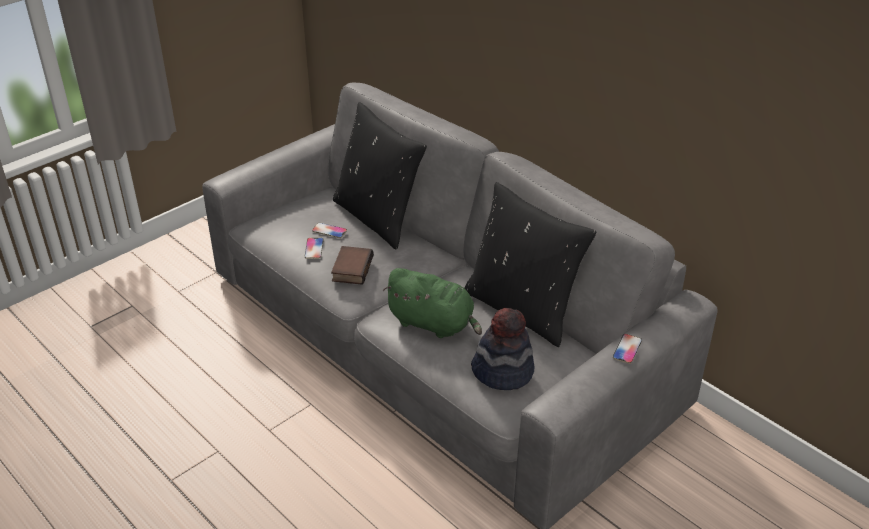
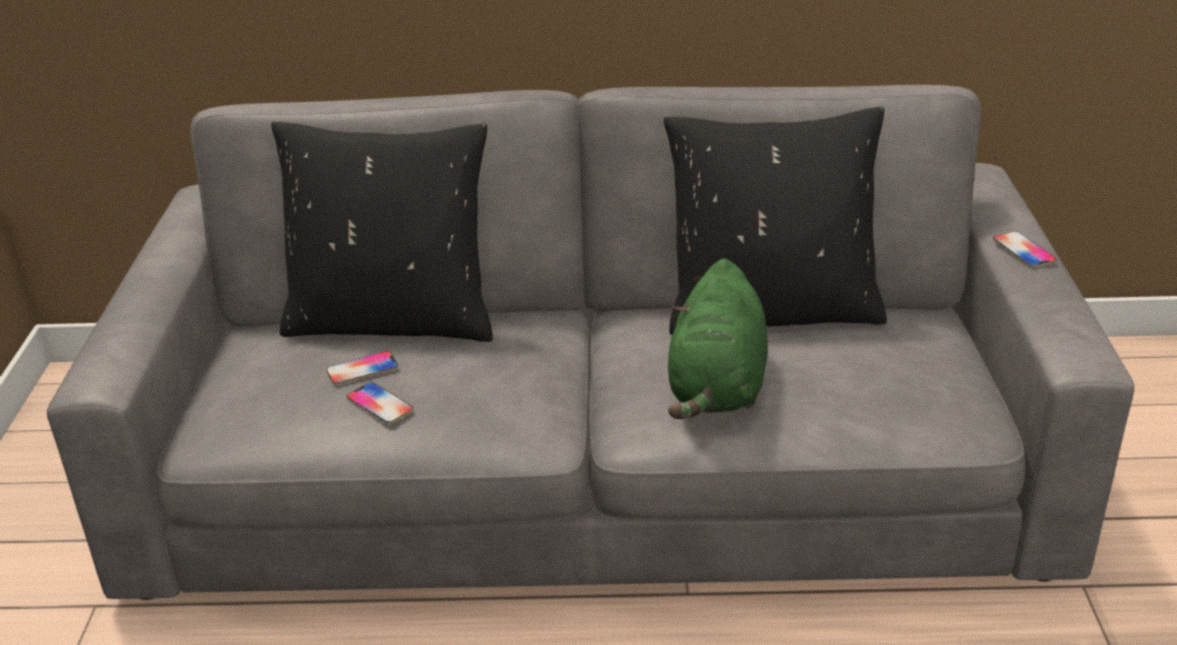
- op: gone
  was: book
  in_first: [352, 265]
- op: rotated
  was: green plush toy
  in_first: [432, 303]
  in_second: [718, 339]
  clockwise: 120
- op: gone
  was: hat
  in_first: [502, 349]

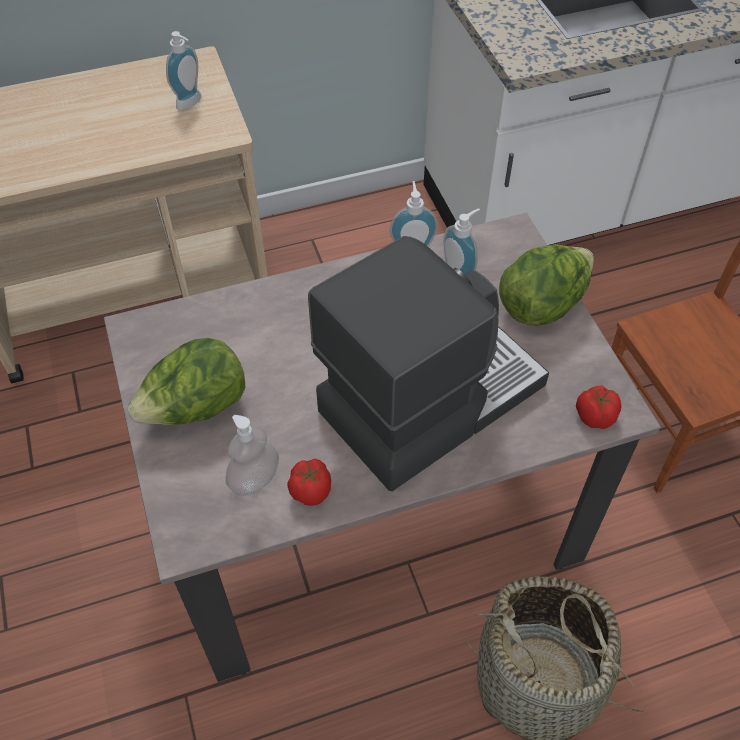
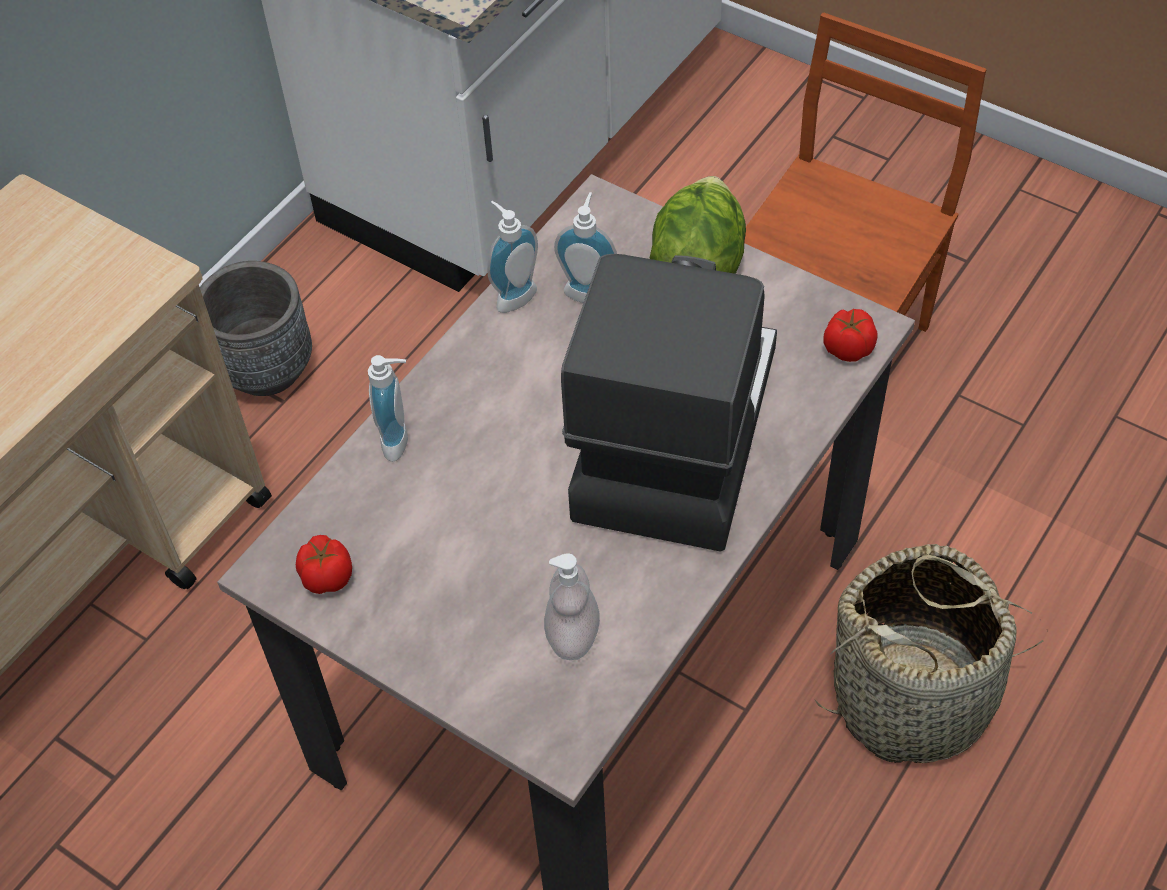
- op: gone
  was: lettuce
  in_first: [186, 381]
- op: shifted
  was: soap dispenser
  in_first: [183, 70]
  in_second: [388, 408]
- op: shifted
  was: tomato
  in_first: [309, 482]
  in_second: [324, 564]
- op: new
  now: grey planter
  in_second: [256, 328]

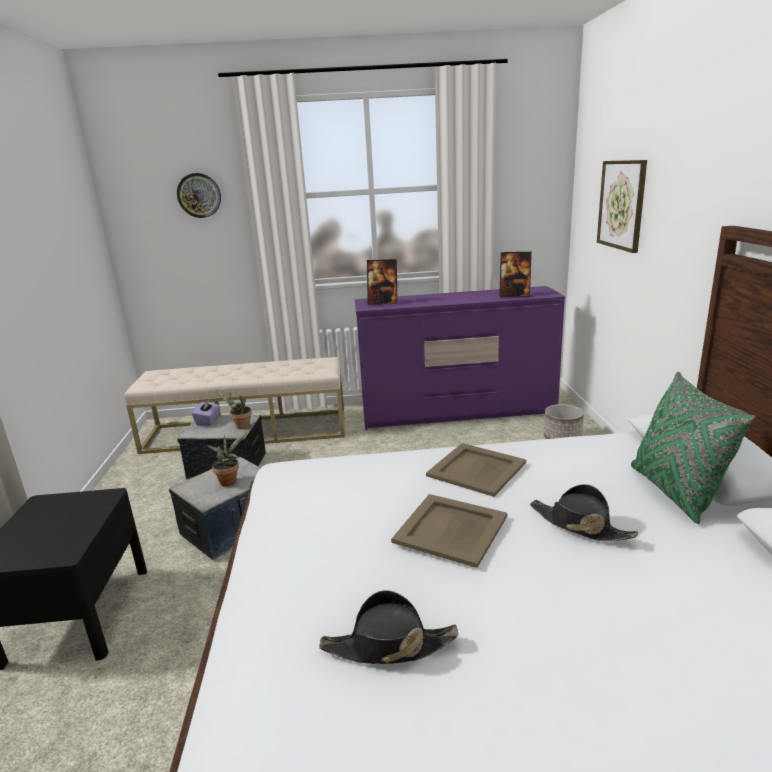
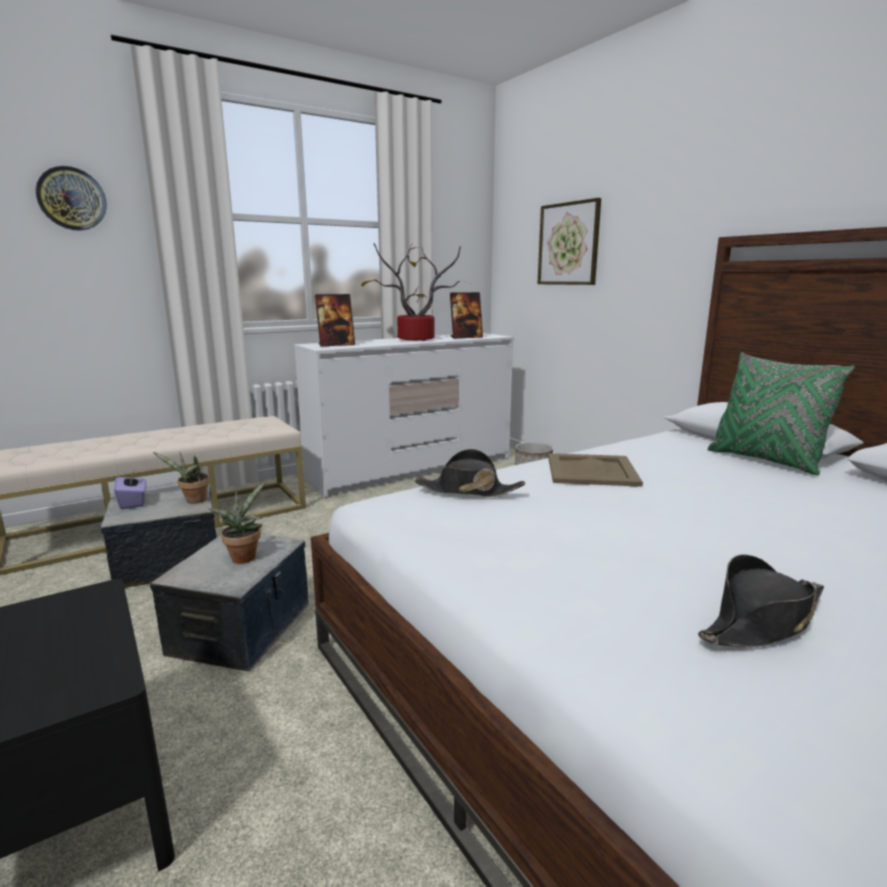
- op: repainted
  was: purple dresser
  now: white dresser
  in_first: [460, 358]
  in_second: [404, 415]
- op: gone
  was: beige tray
  in_first: [449, 531]
- op: shifted
  was: black hat
  in_first: [584, 513]
  in_second: [469, 473]
- op: new
  now: potted plant
  in_second: [415, 292]

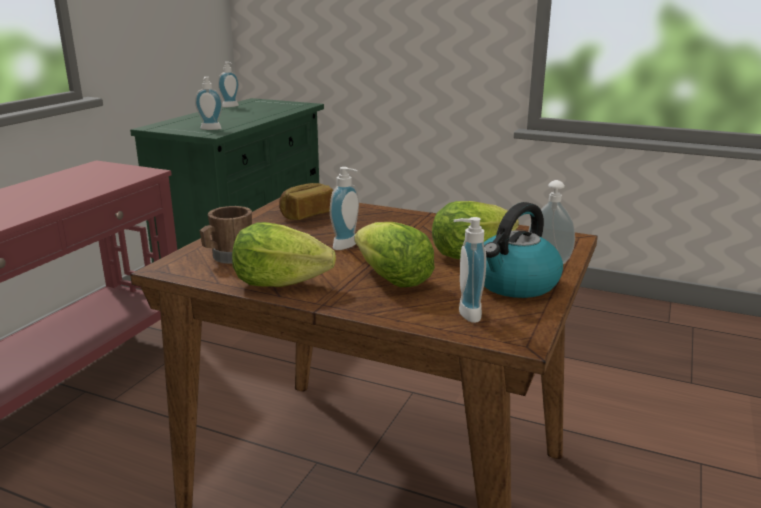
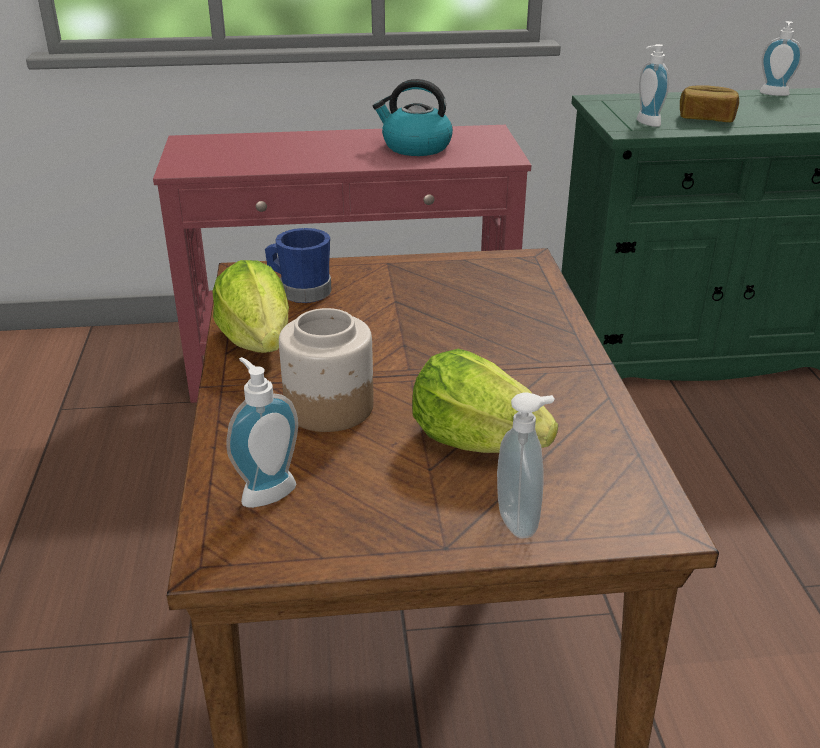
- op: repainted
  was: brown mug
  now: blue mug
  in_first: [226, 235]
  in_second: [298, 265]
- op: shifted
  was: bread
  in_first: [306, 201]
  in_second: [709, 103]
- op: gone
  was: soap dispenser
  in_first: [344, 208]
- op: swapped
  was: lettuce
  now: jar
  in_first: [395, 255]
  in_second: [326, 370]
- op: shifted
  was: kettle
  in_first: [523, 250]
  in_second: [413, 117]

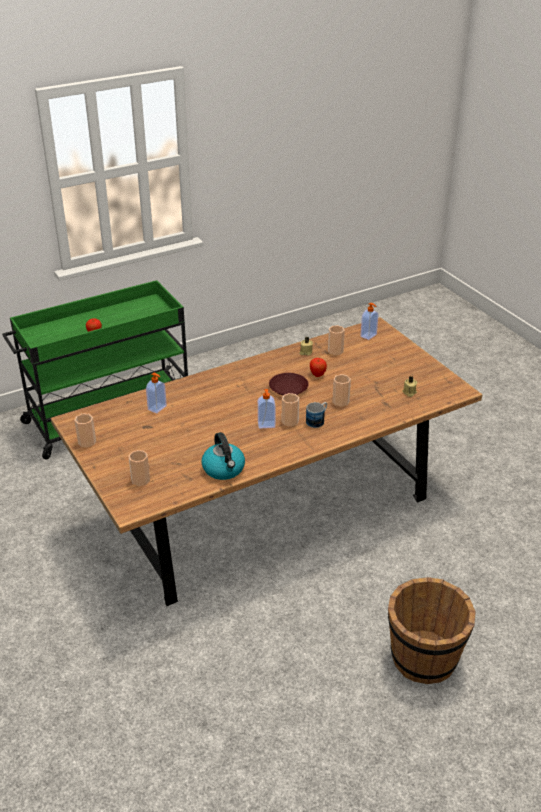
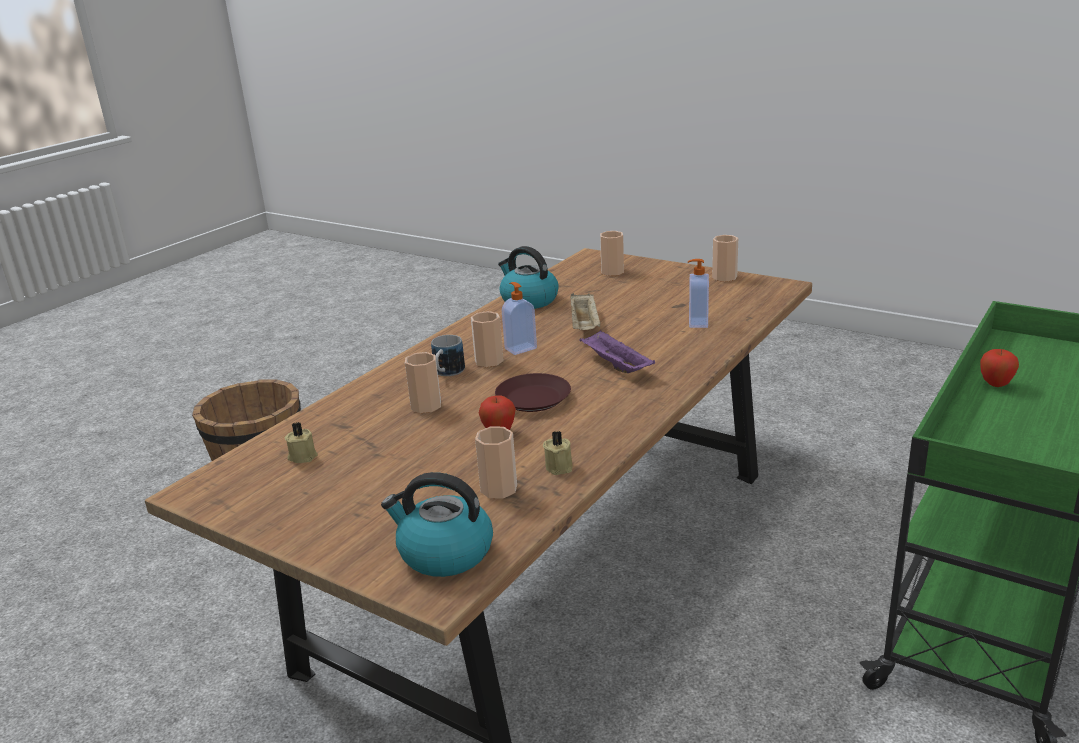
- op: swapped
  was: soap dispenser
  now: kettle
  in_first: [369, 321]
  in_second: [437, 524]
- op: new
  now: beige tray
  in_second: [585, 311]
- op: new
  now: purple tray
  in_second: [617, 351]

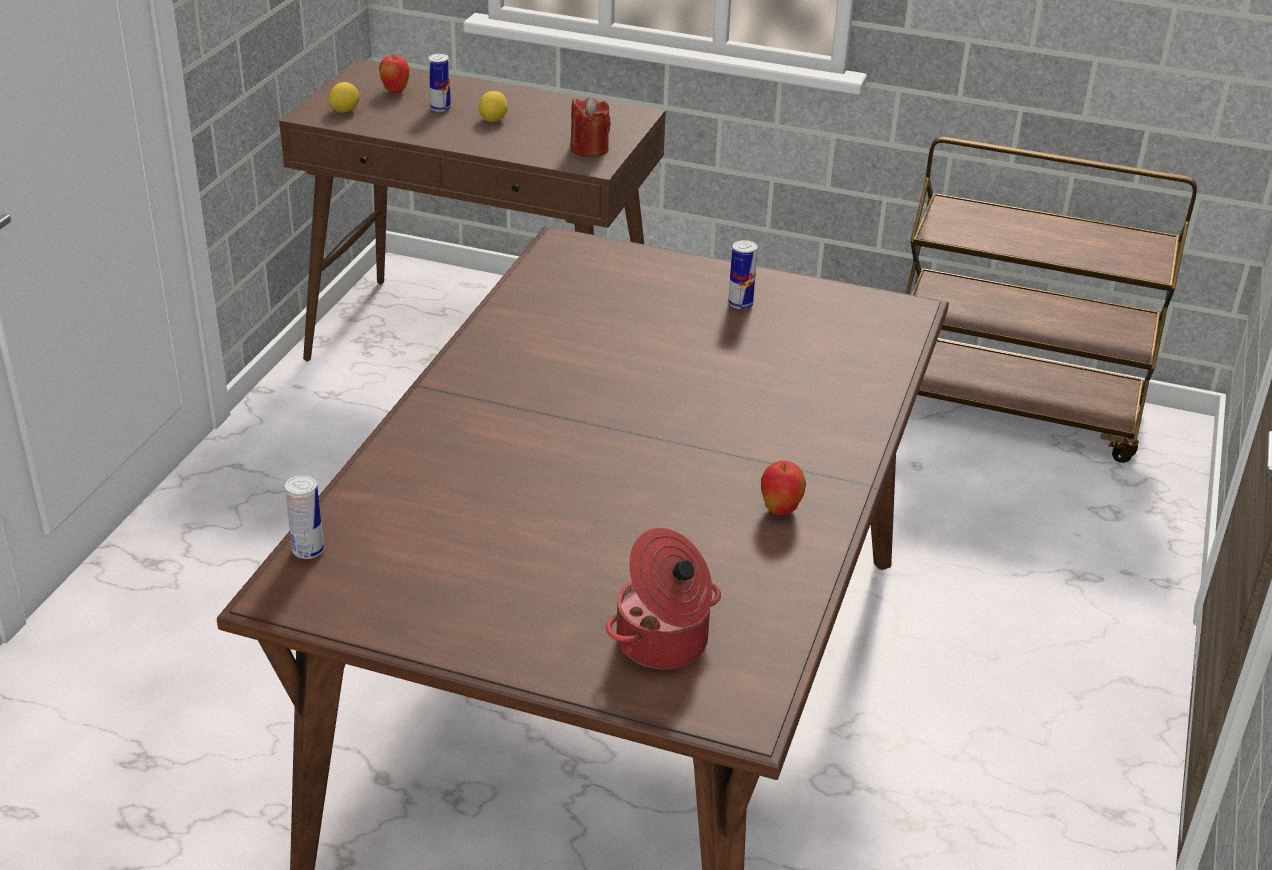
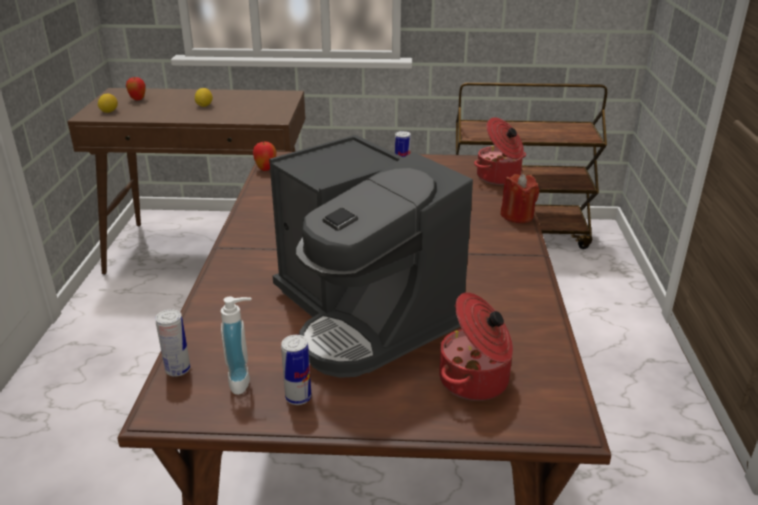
- op: shifted
  was: can
  in_first: [439, 83]
  in_second: [296, 370]
- op: shifted
  was: red candle
  in_first: [590, 127]
  in_second: [520, 198]
- op: shifted
  was: apple
  in_first: [783, 488]
  in_second: [264, 156]
- op: new
  now: soap dispenser
  in_second: [236, 345]
- op: new
  now: coffee machine
  in_second: [371, 256]
- op: new
  now: cooking pot
  in_second: [500, 151]

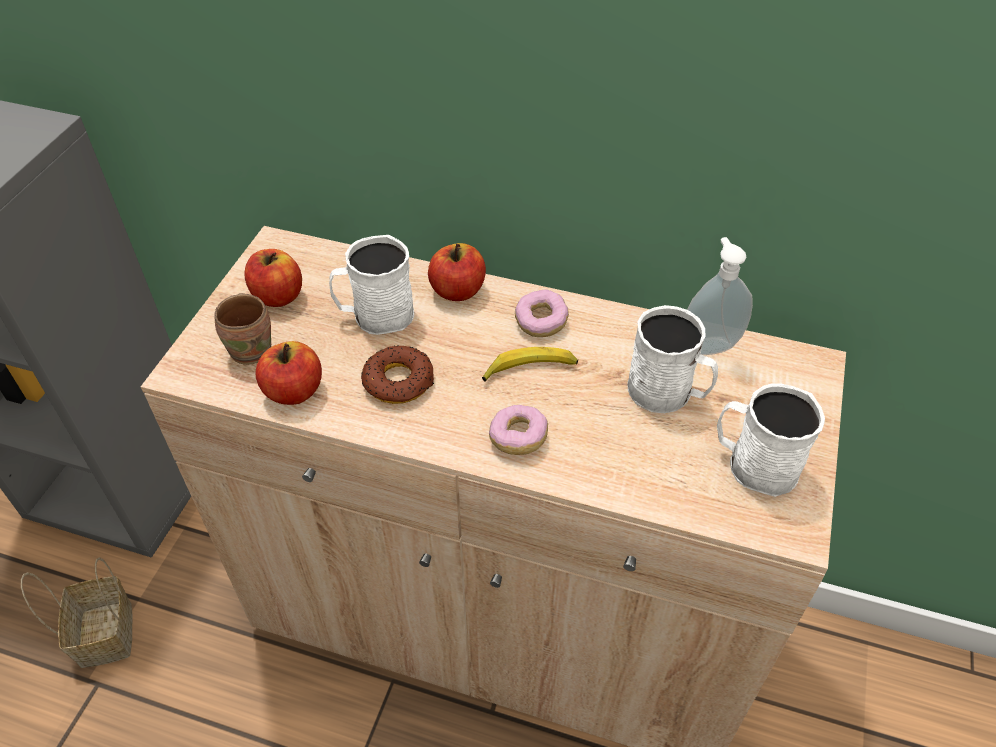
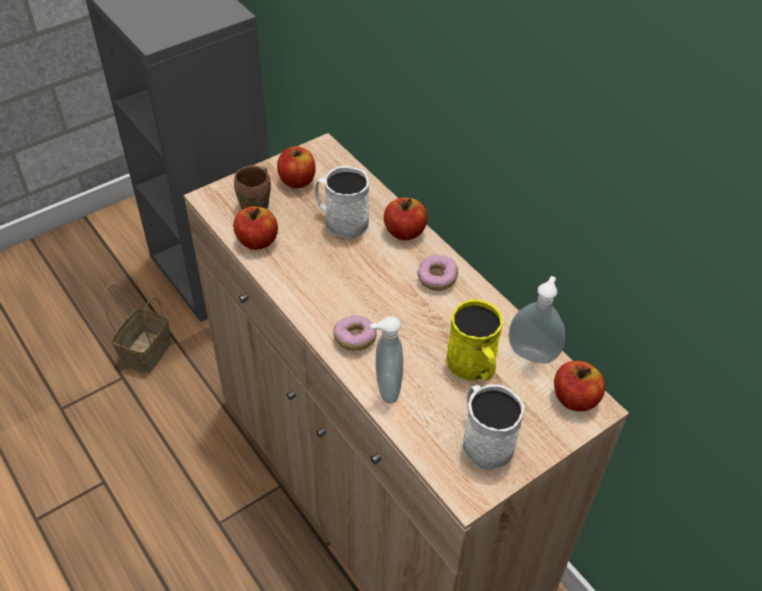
- op: gone
  was: donut
  in_first: [397, 374]
- op: gone
  was: banana
  in_first: [530, 364]
- op: repainted
  was: white mug
  now: yellow mug
  in_first: [672, 359]
  in_second: [474, 340]
- op: new
  now: soap dispenser
  in_second: [386, 360]
- op: new
  now: apple
  in_second: [579, 386]

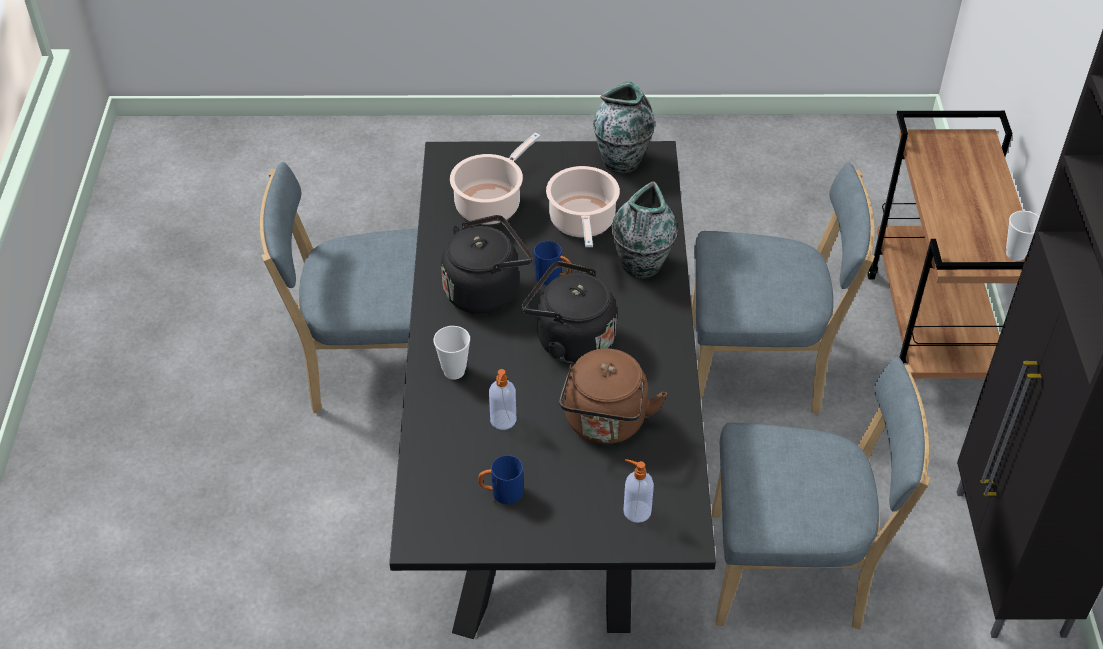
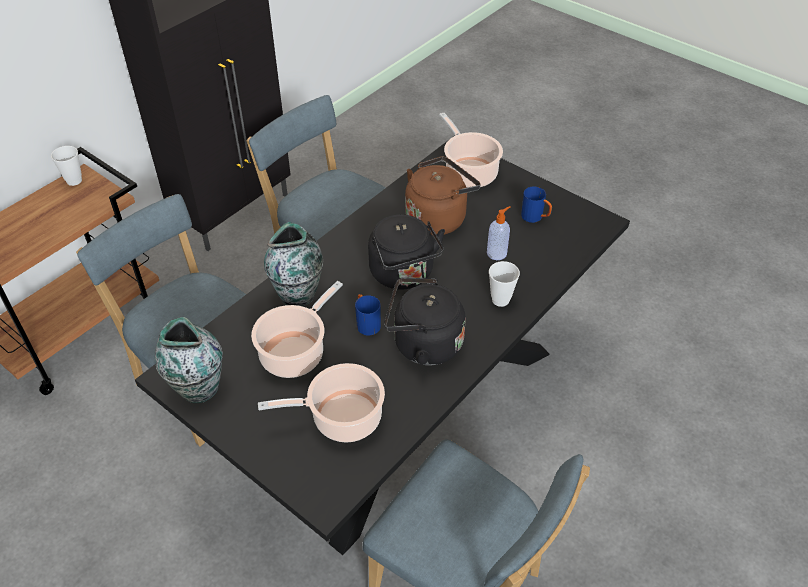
- op: swapped
  was: soap dispenser
  now: cooking pot
  in_first: [638, 491]
  in_second: [471, 150]

